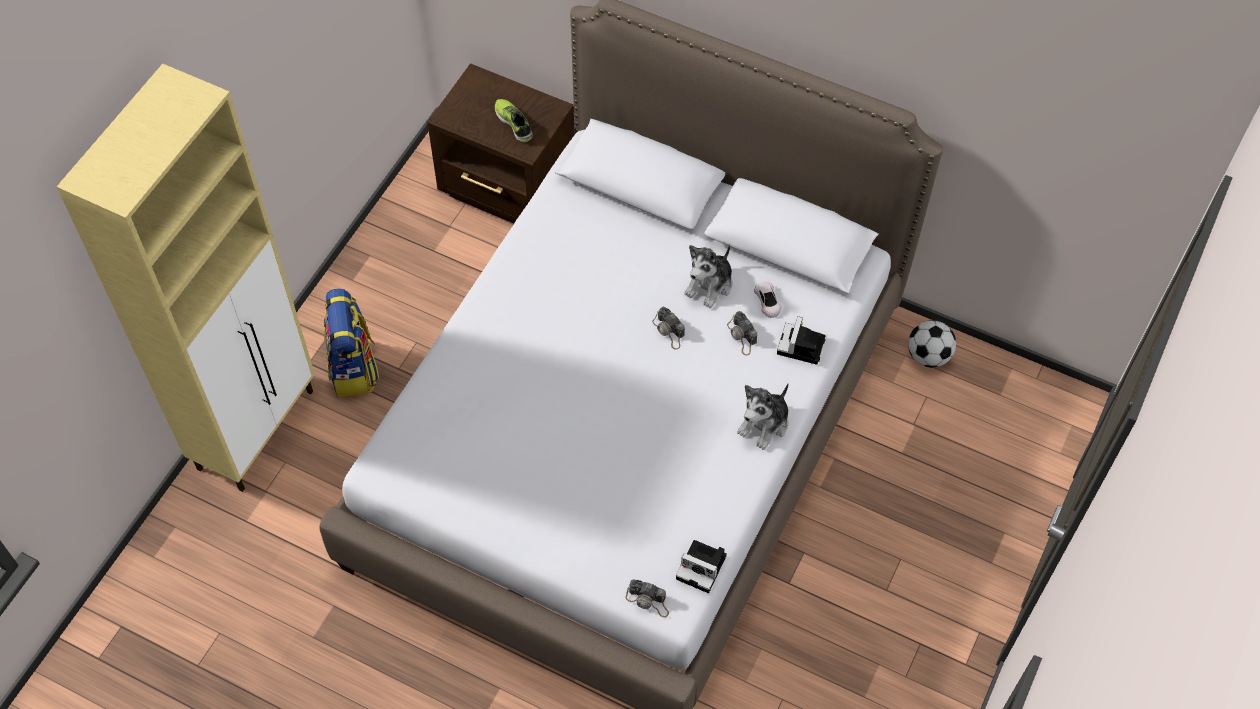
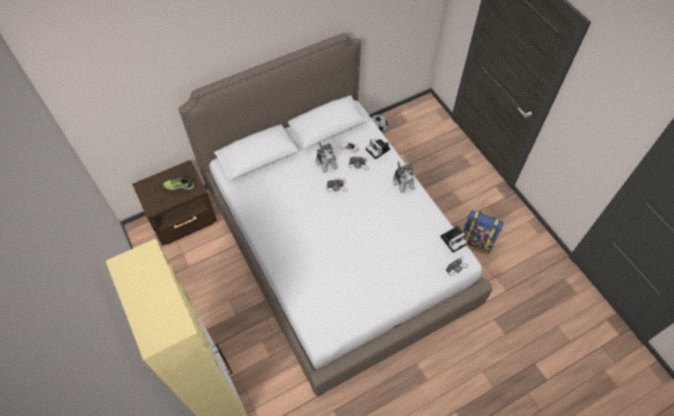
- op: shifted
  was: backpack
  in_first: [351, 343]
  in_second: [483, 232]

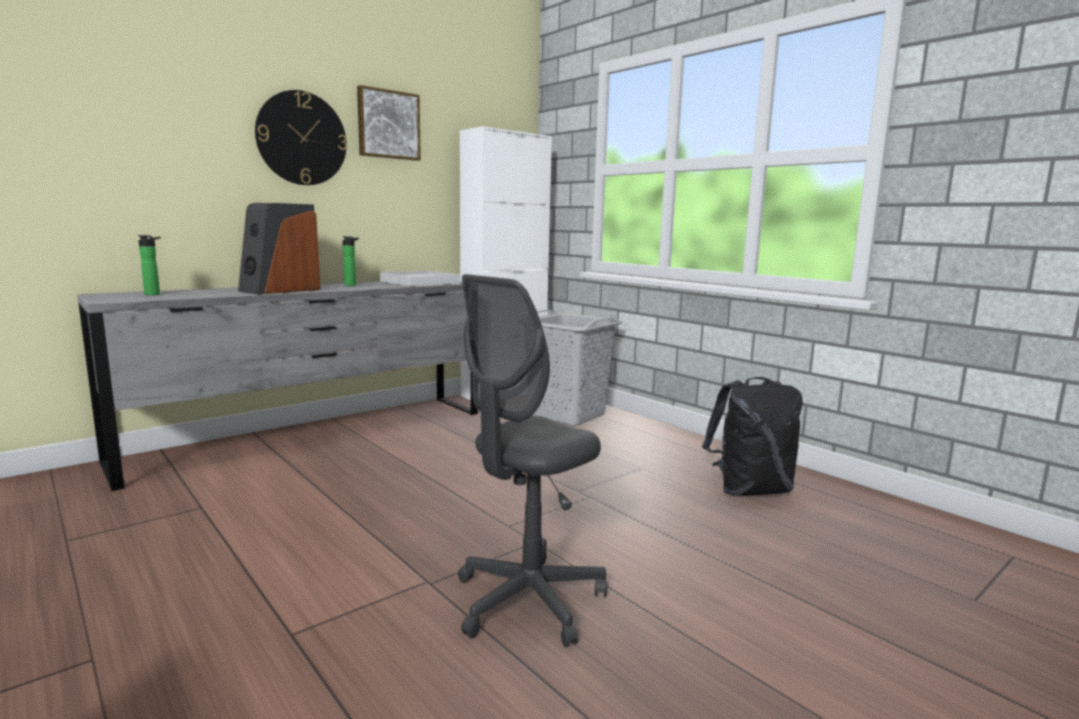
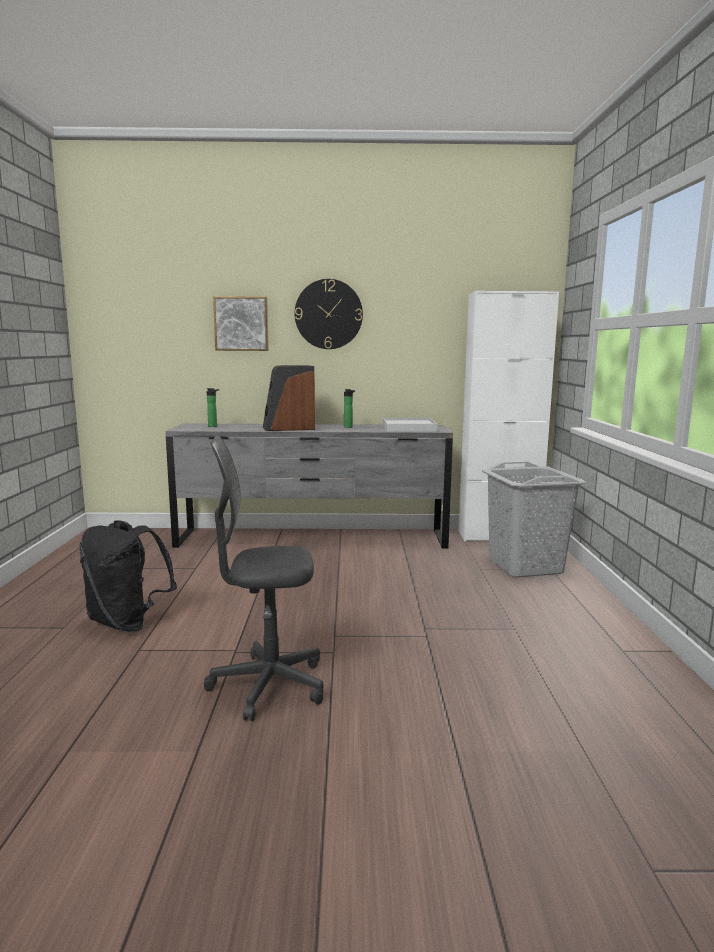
- op: shifted
  was: picture
  in_first: [389, 123]
  in_second: [240, 323]
- op: shifted
  was: black backpack
  in_first: [752, 436]
  in_second: [128, 576]

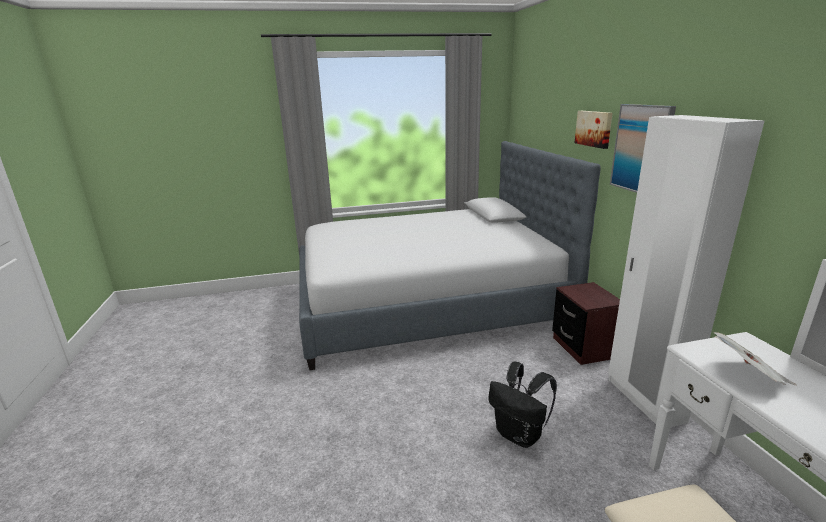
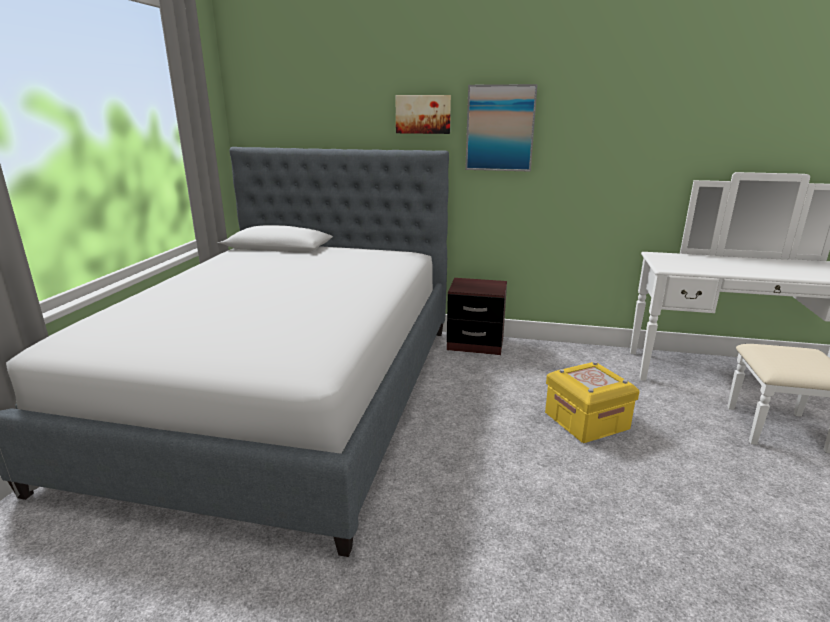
- op: swapped
  was: black backpack
  now: yellow storage box
  in_first: [522, 405]
  in_second: [592, 402]
- op: gone
  was: white wardrobe
  in_first: [686, 271]
- op: gone
  was: newspaper
  in_first: [755, 358]

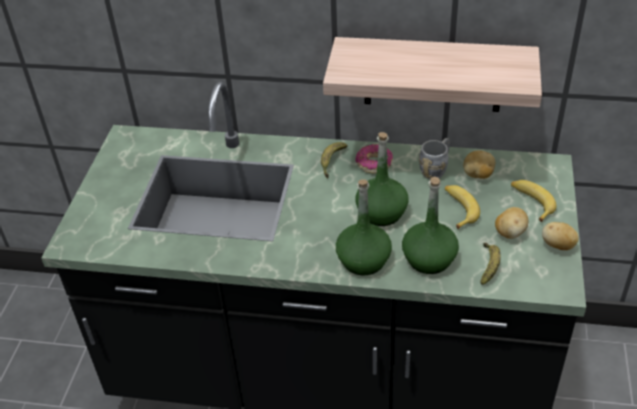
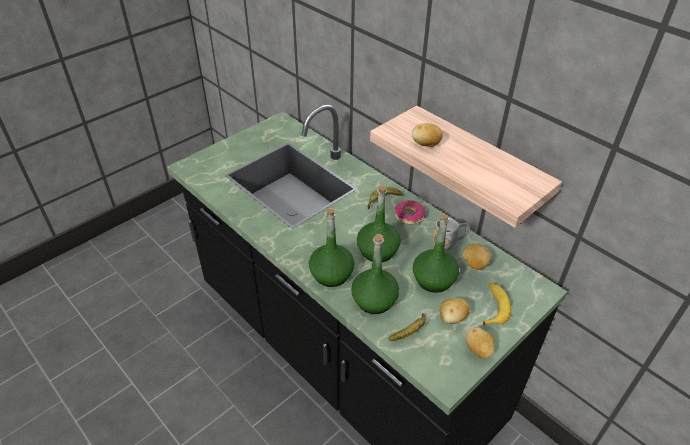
- op: swapped
  was: banana
  now: green bottle
  in_first: [462, 207]
  in_second: [436, 253]
- op: new
  now: potato
  in_second: [427, 135]

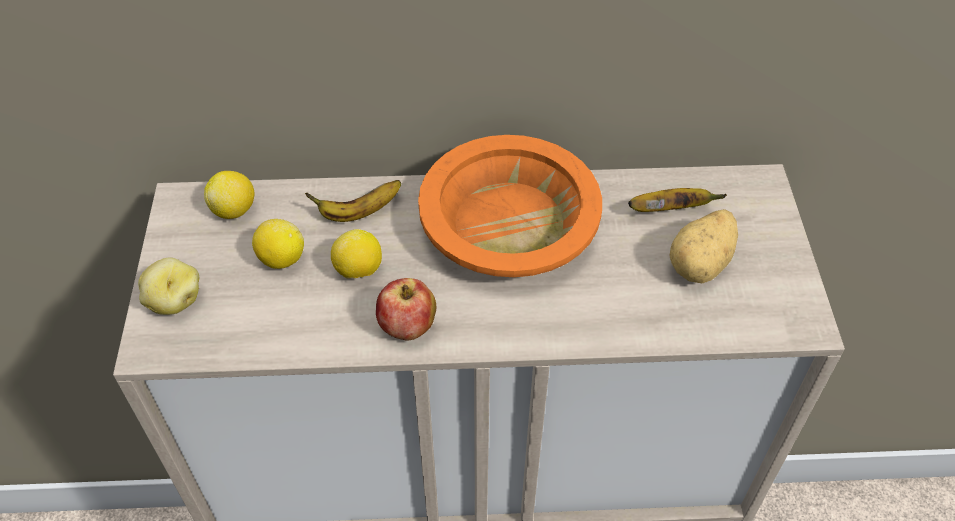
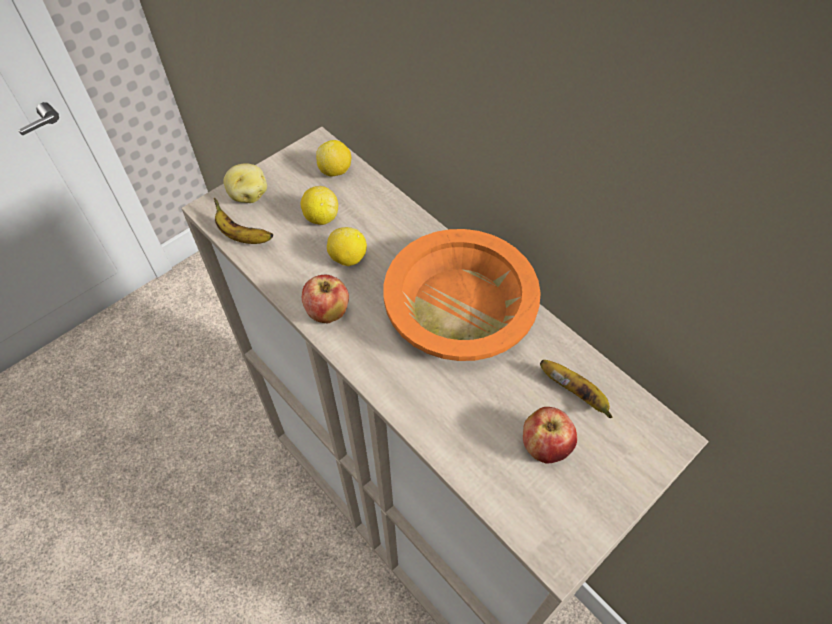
- op: shifted
  was: banana
  in_first: [353, 201]
  in_second: [243, 221]
- op: swapped
  was: potato
  now: apple
  in_first: [703, 246]
  in_second: [550, 435]

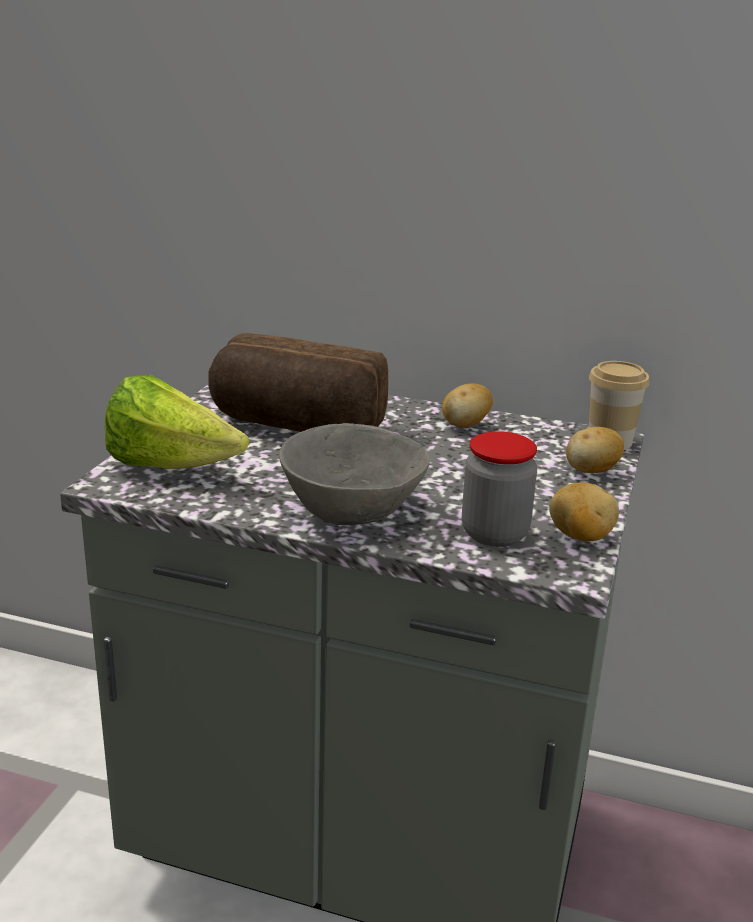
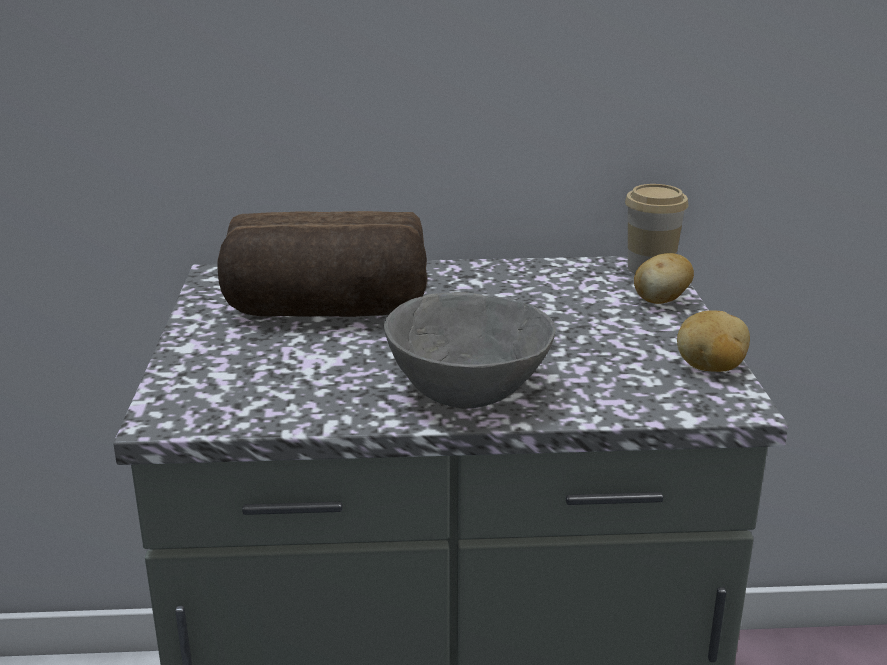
- op: gone
  was: lettuce
  in_first: [177, 422]
- op: gone
  was: potato
  in_first: [467, 405]
- op: gone
  was: jar
  in_first: [499, 489]

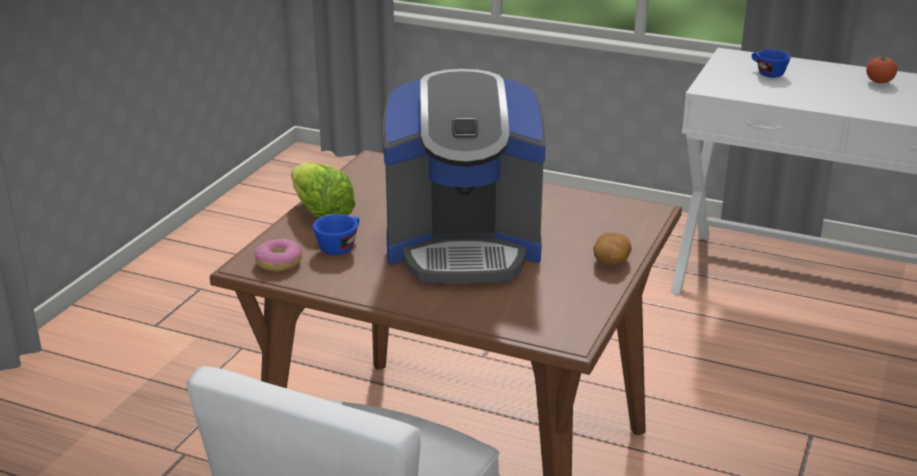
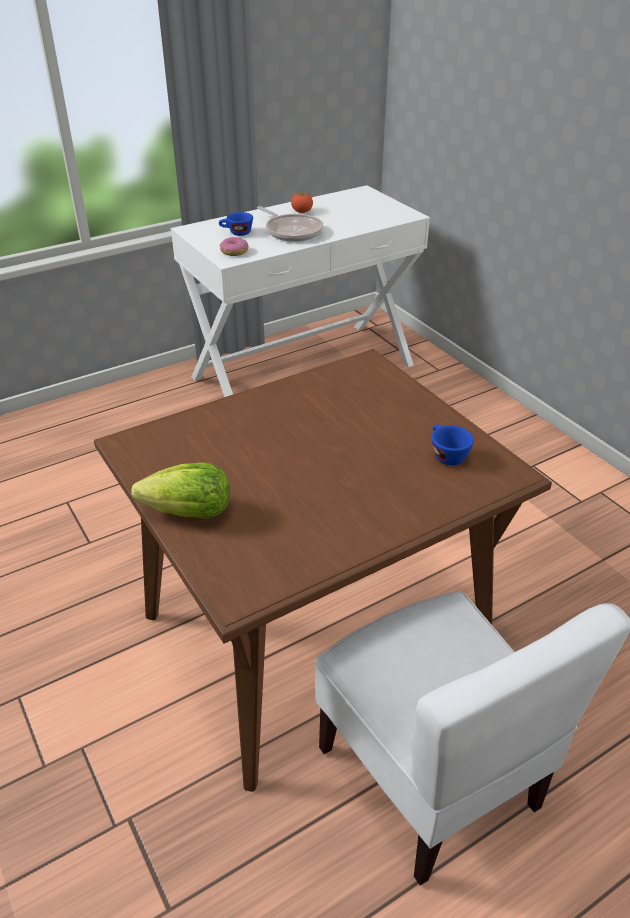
- op: shifted
  was: donut
  in_first: [278, 255]
  in_second: [234, 246]
- op: shifted
  was: blue cup
  in_first: [336, 234]
  in_second: [452, 445]
- op: gone
  was: coffee machine
  in_first: [464, 176]
- op: gone
  was: potato
  in_first: [612, 249]
- op: new
  now: frying pan
  in_second: [290, 224]

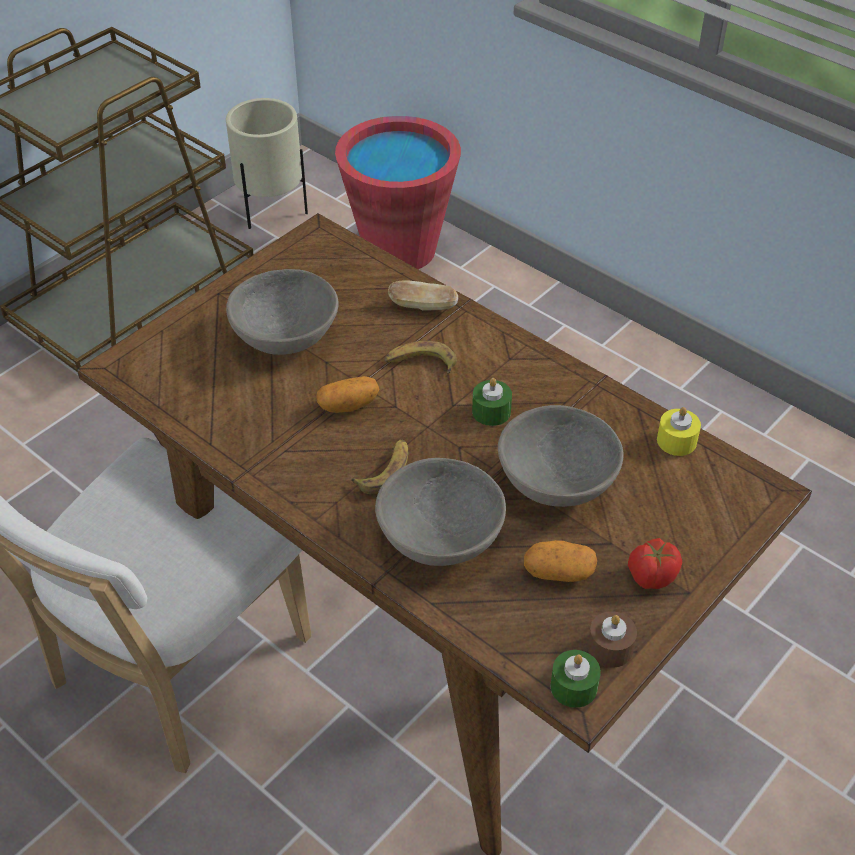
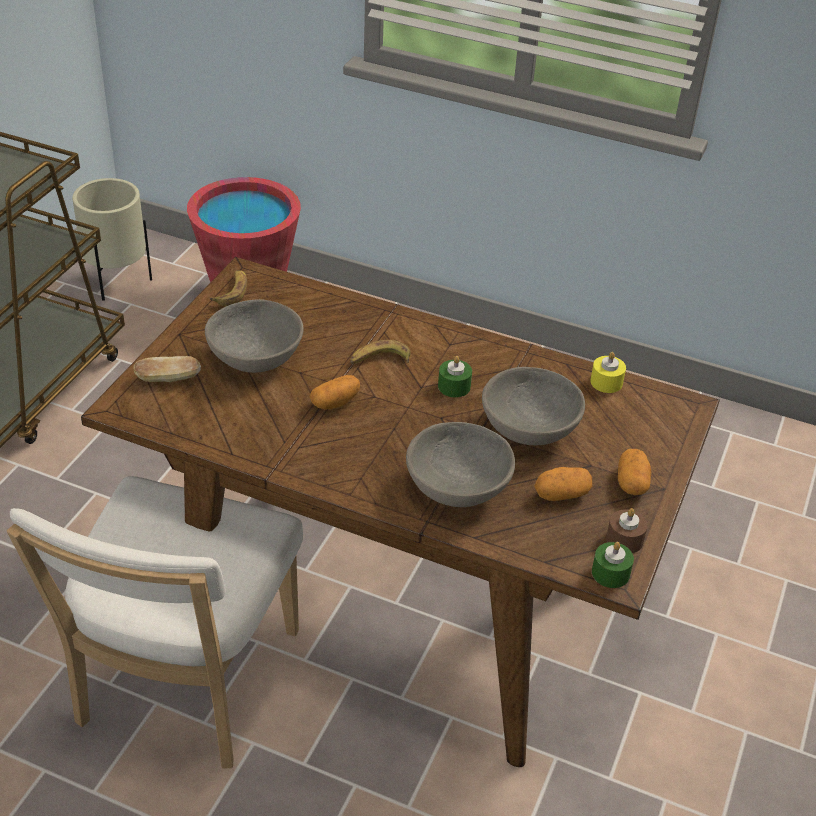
- op: shifted
  was: banana
  in_first: [379, 467]
  in_second: [228, 288]
- op: shifted
  was: bread
  in_first: [423, 295]
  in_second: [167, 369]
- op: swapped
  was: tomato
  now: potato
  in_first: [655, 563]
  in_second: [634, 472]

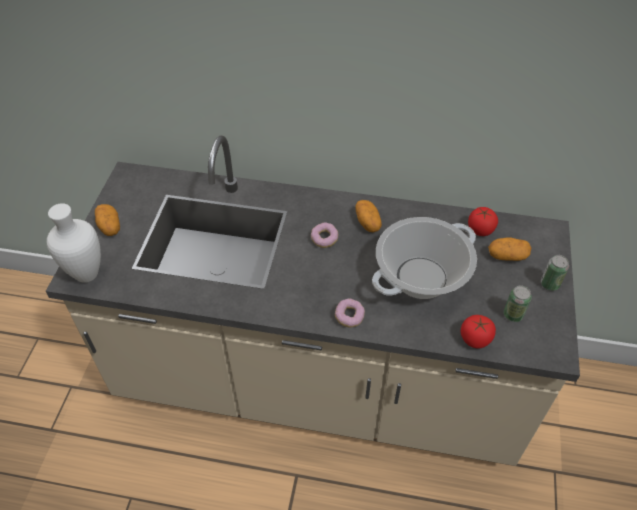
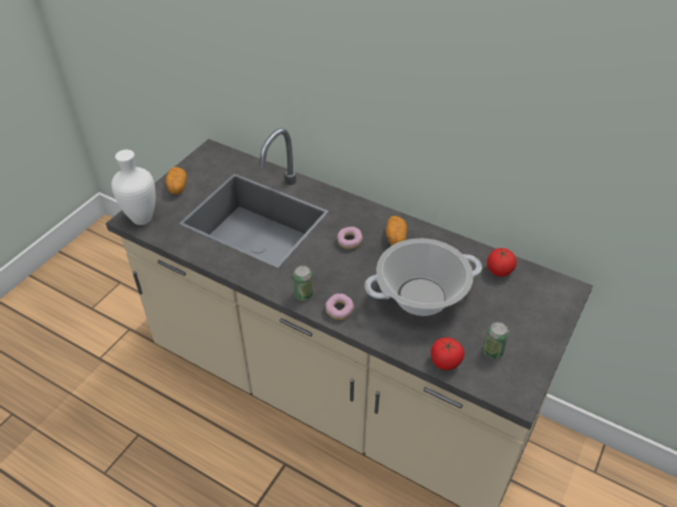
- op: gone
  was: potato
  in_first: [510, 249]
- op: shifted
  was: can
  in_first: [555, 273]
  in_second: [303, 283]

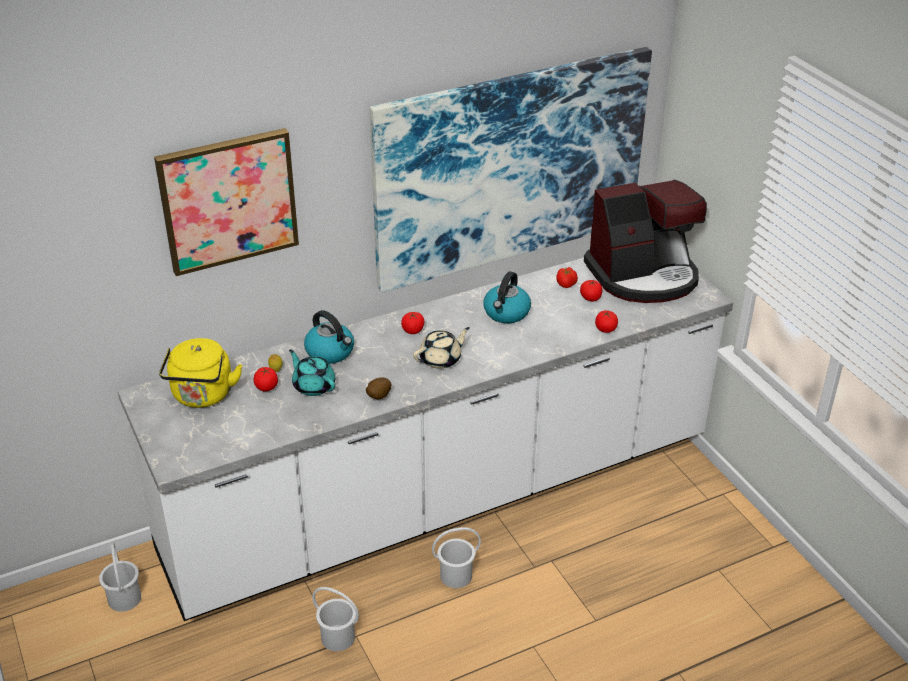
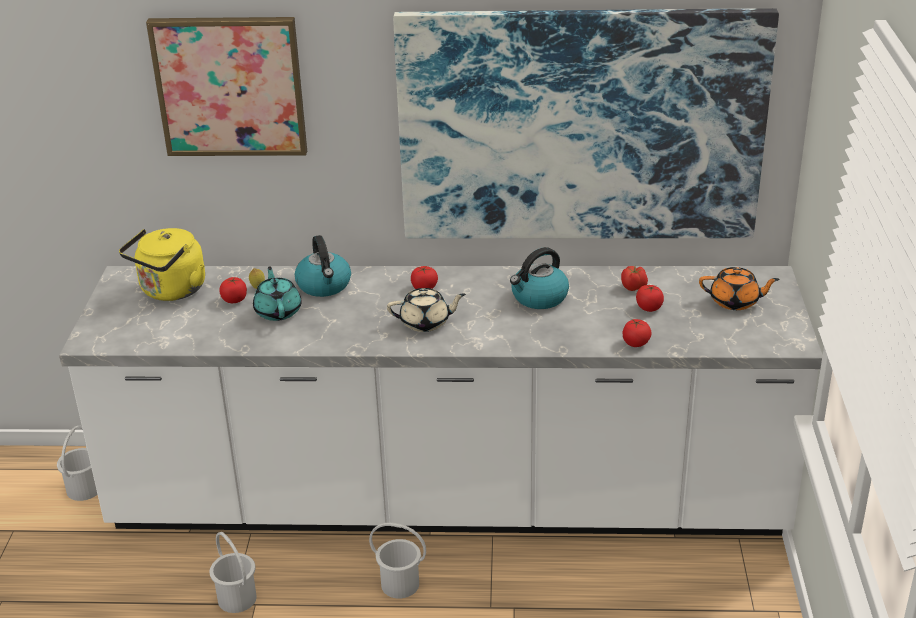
- op: gone
  was: potato
  in_first: [378, 388]
- op: swapped
  was: coffee machine
  now: orange teapot
  in_first: [645, 241]
  in_second: [739, 288]

